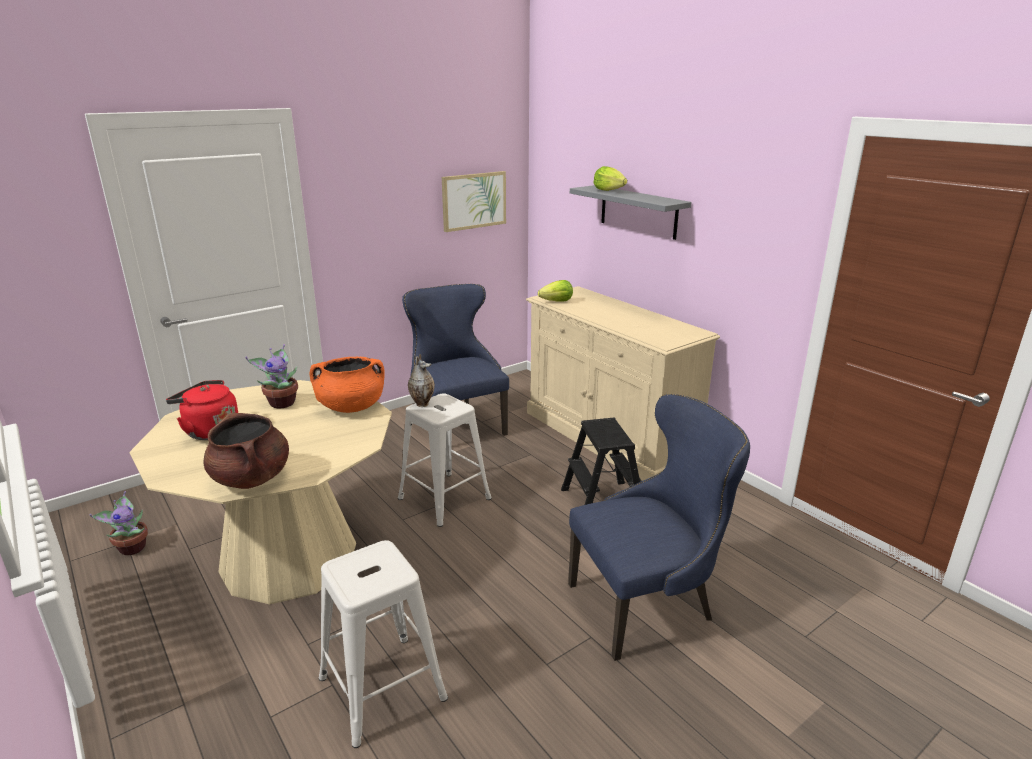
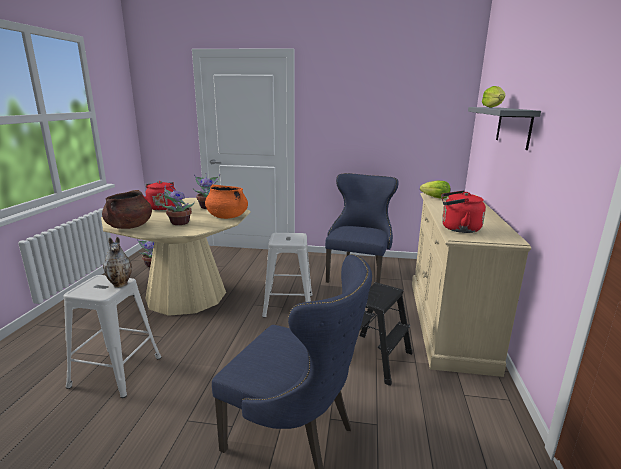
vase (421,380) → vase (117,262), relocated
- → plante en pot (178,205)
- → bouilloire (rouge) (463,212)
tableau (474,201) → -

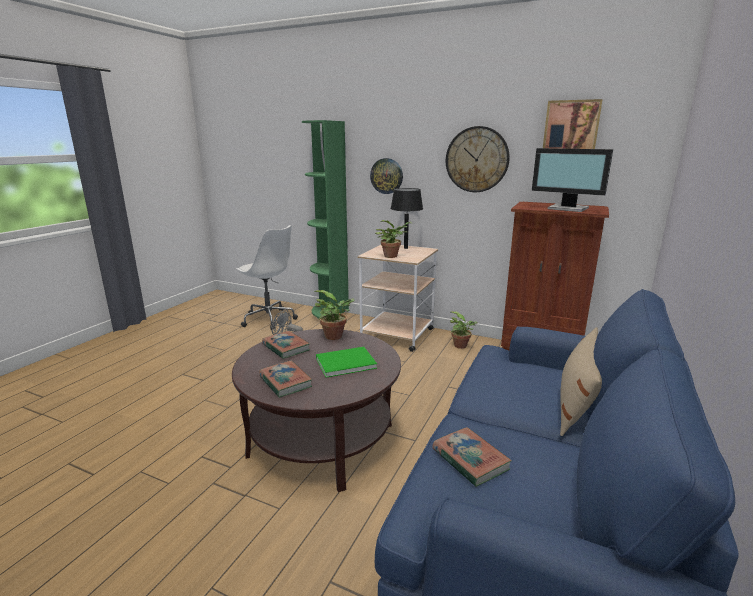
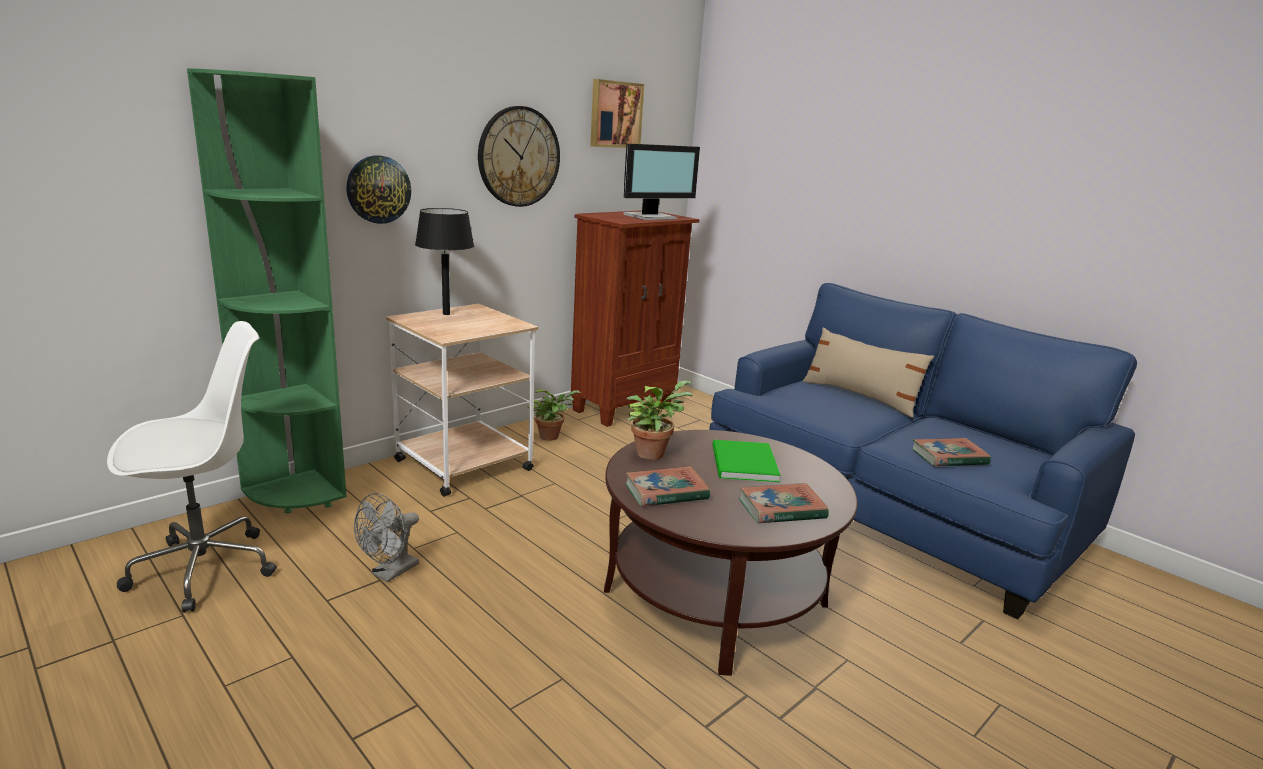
plante en pot (393,239) → -

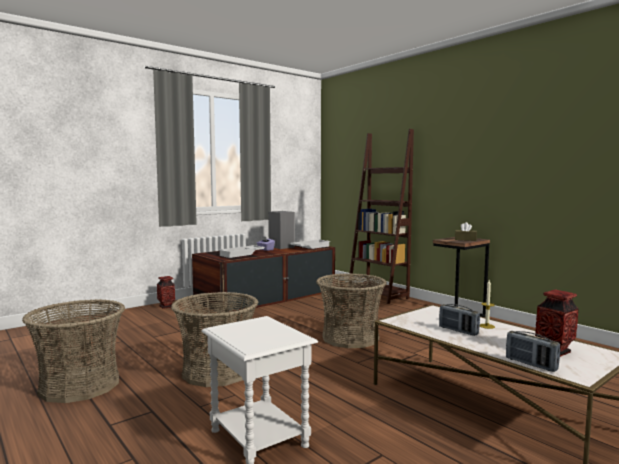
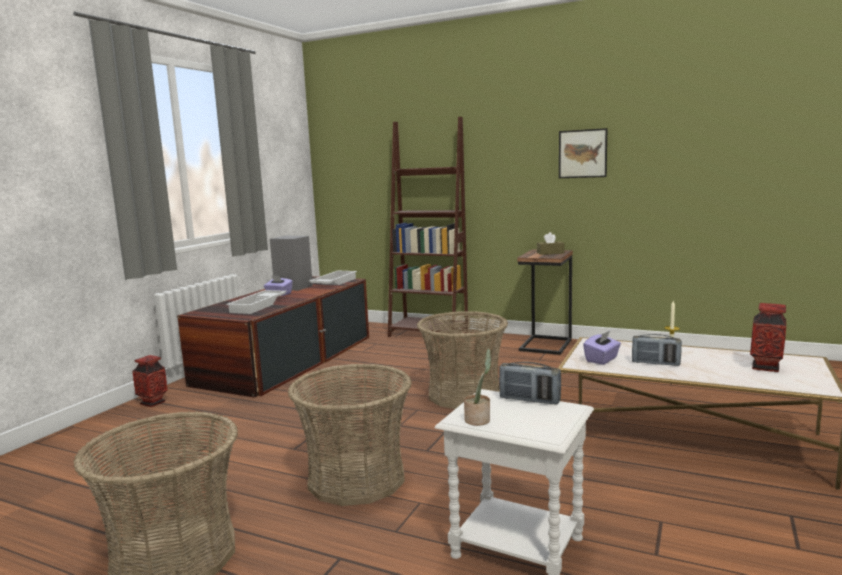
- → plante en pot (477,387)
radio (533,351) → radio (530,383), relocated
- → tableau (583,153)
- → boîte à mouchoirs (violet) (602,347)

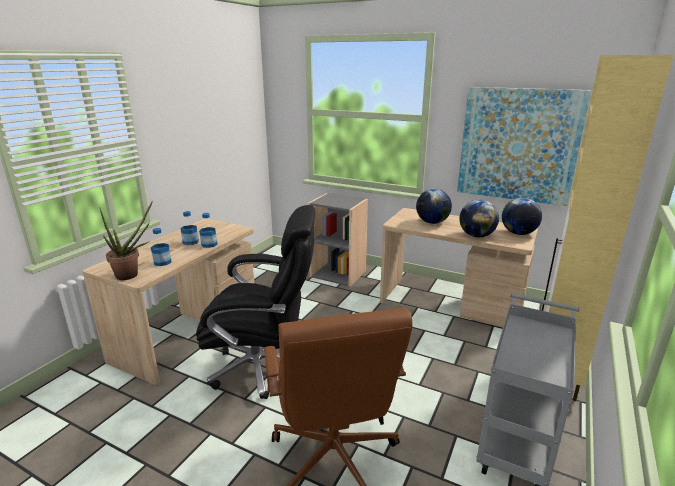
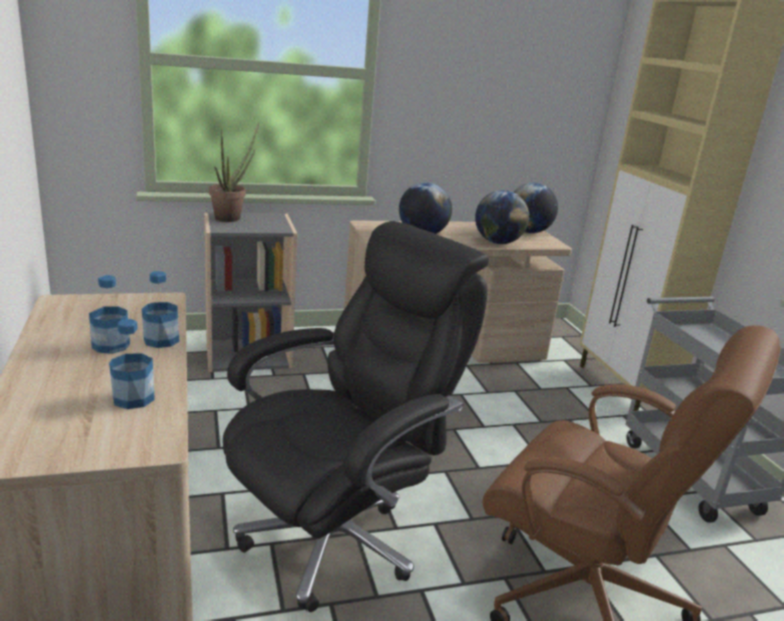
plante en pot (126,240) → plante en pot (234,172), relocated
tableau (524,146) → -

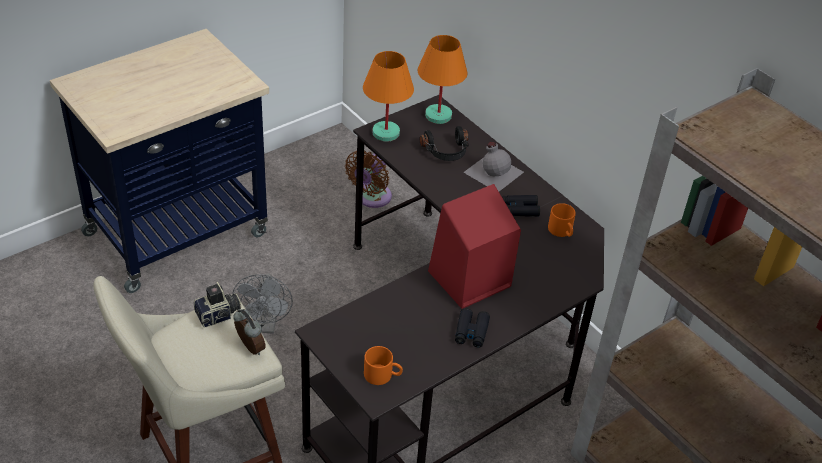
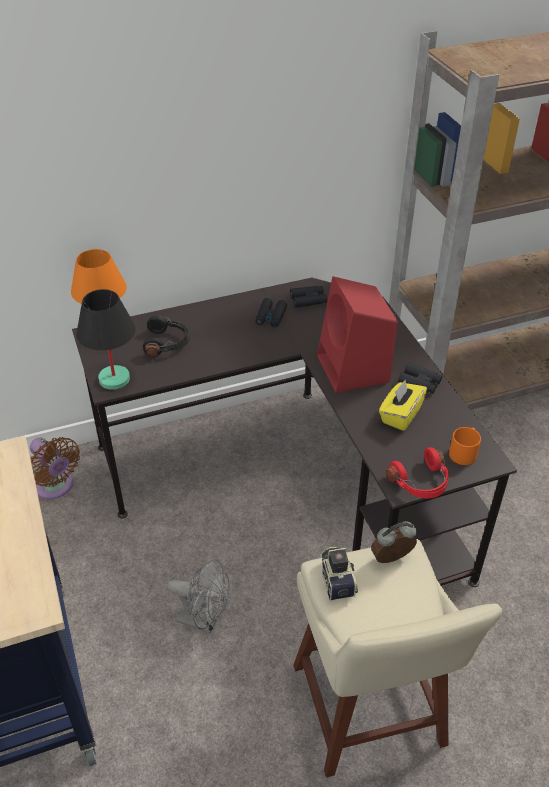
lampe de table (orange) (388,96) → lampe de table (noir) (106,339)
mug (orange) (562,220) → jumelles (noir) (308,297)
- → boîte à mouchoirs (jaune) (403,405)
- → casque audio (rouge) (417,472)
bouteille (gris) (493,166) → -

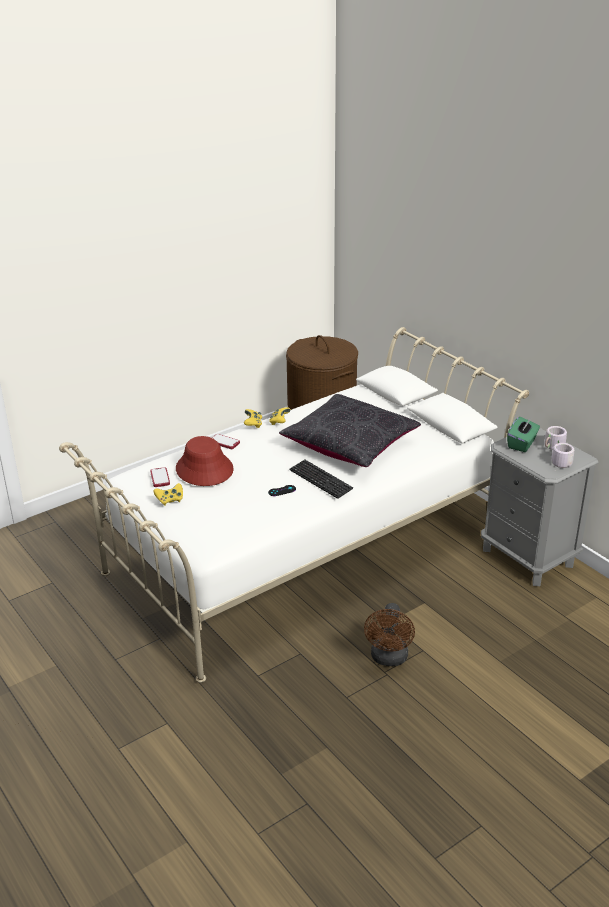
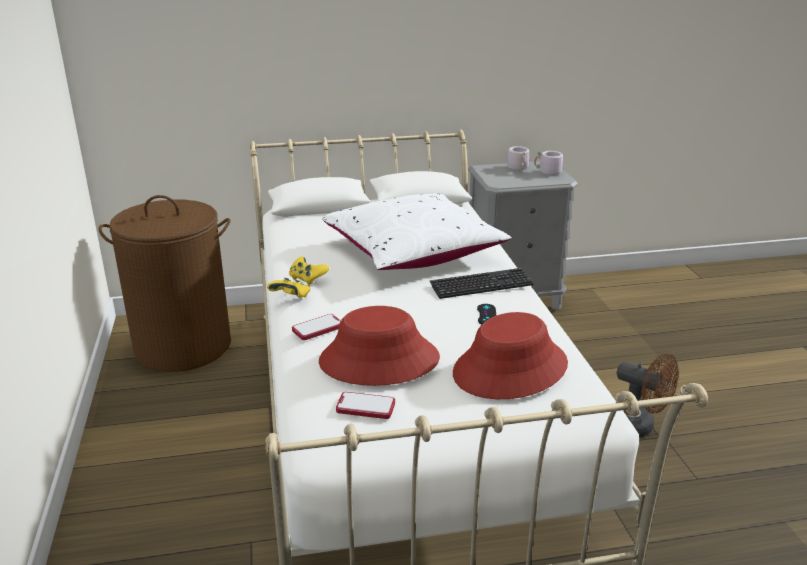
coussin (noir) (350,430) → coussin (blanc) (417,231)
- → chapeau (rouge) (510,355)
manette (jaune) (168,494) → -
boîte à mouchoirs (vert) (523,434) → -

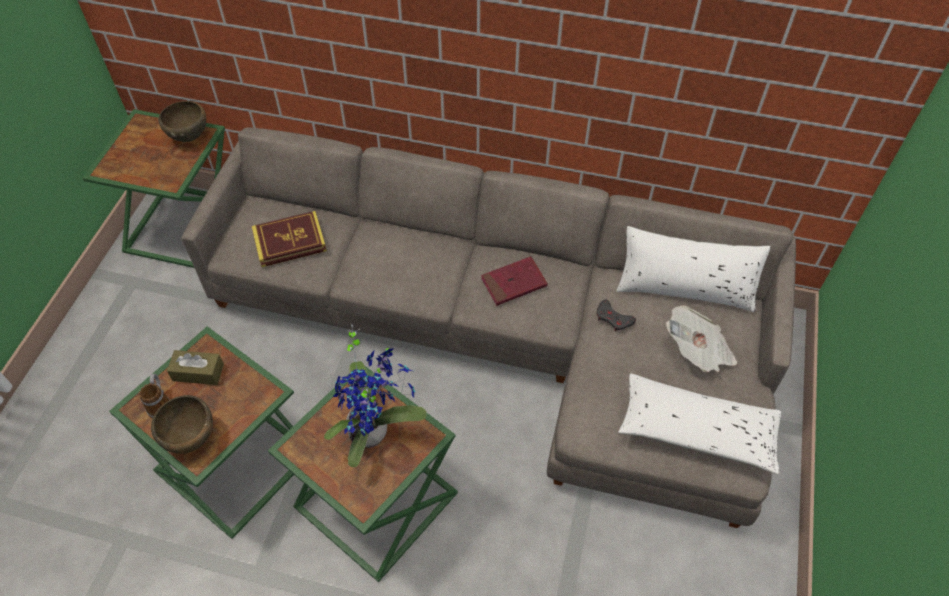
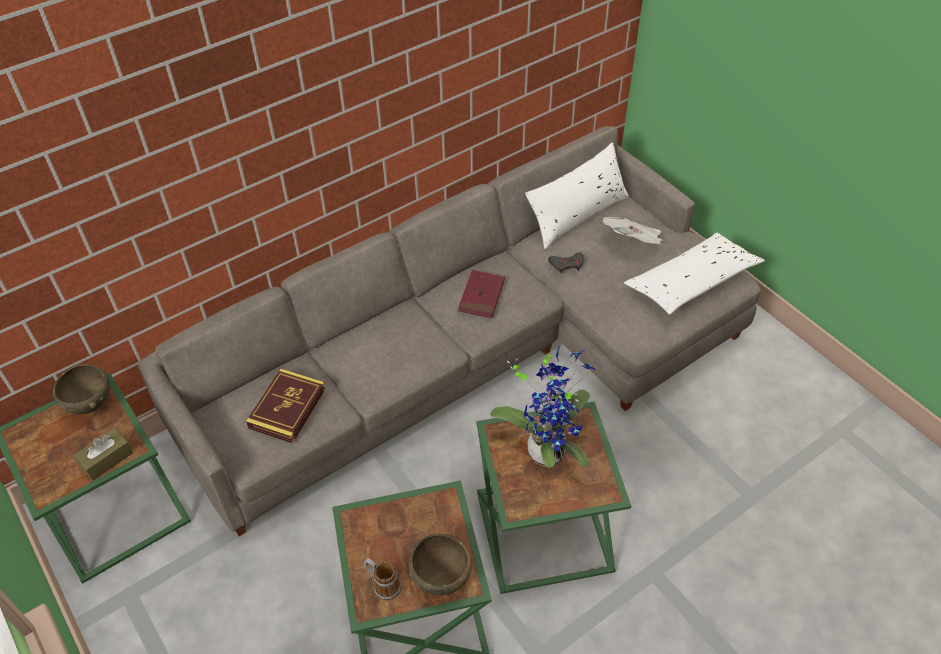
boîte à mouchoirs (marron) (195,367) → boîte à mouchoirs (marron) (103,454), relocated

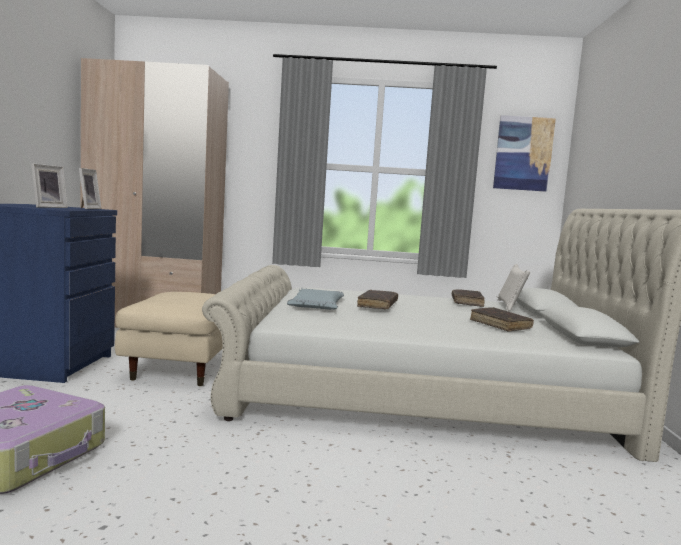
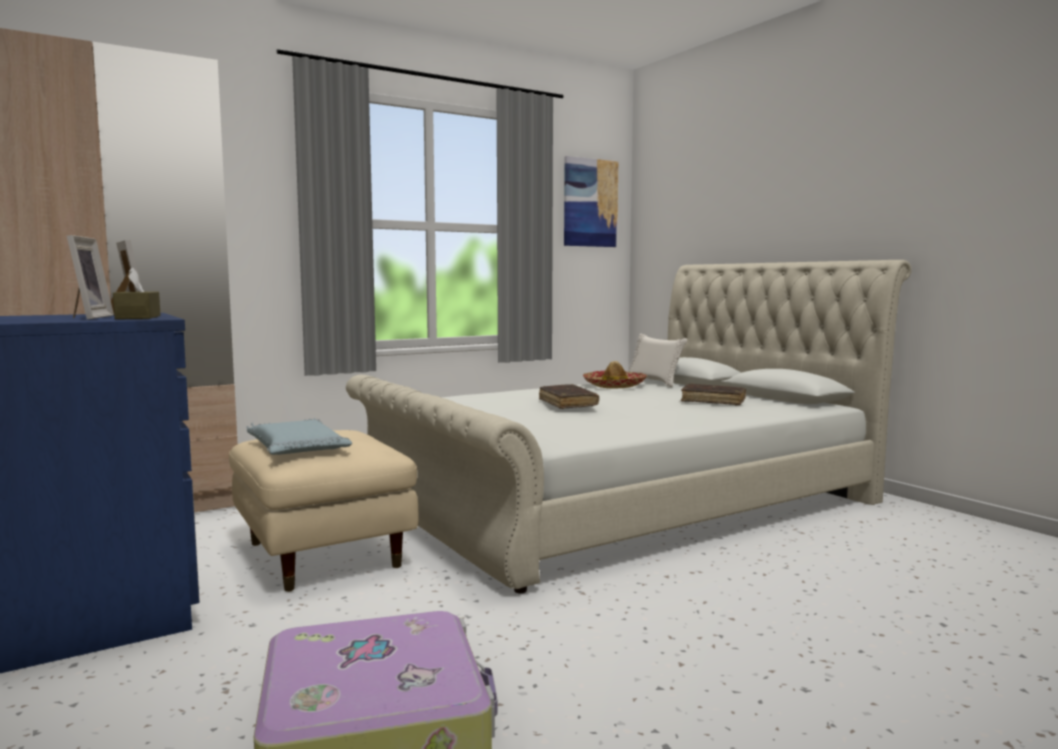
- → boîte à mouchoirs (marron) (137,293)
coussin (bleu) (315,298) → coussin (bleu) (299,437), relocated
livre (marron) (468,298) → chapeau (615,374)

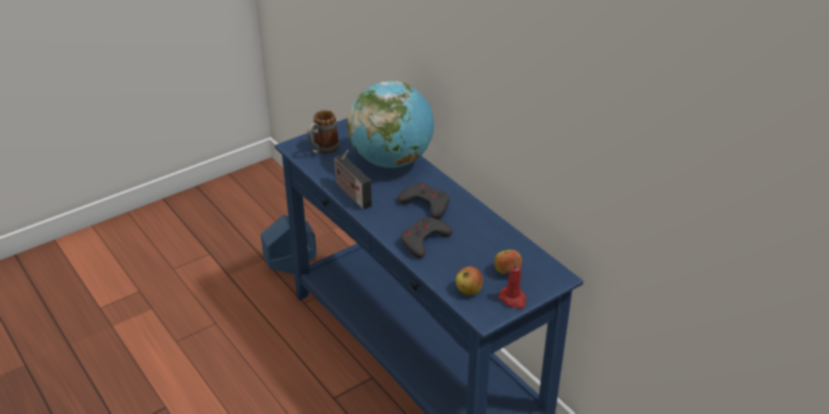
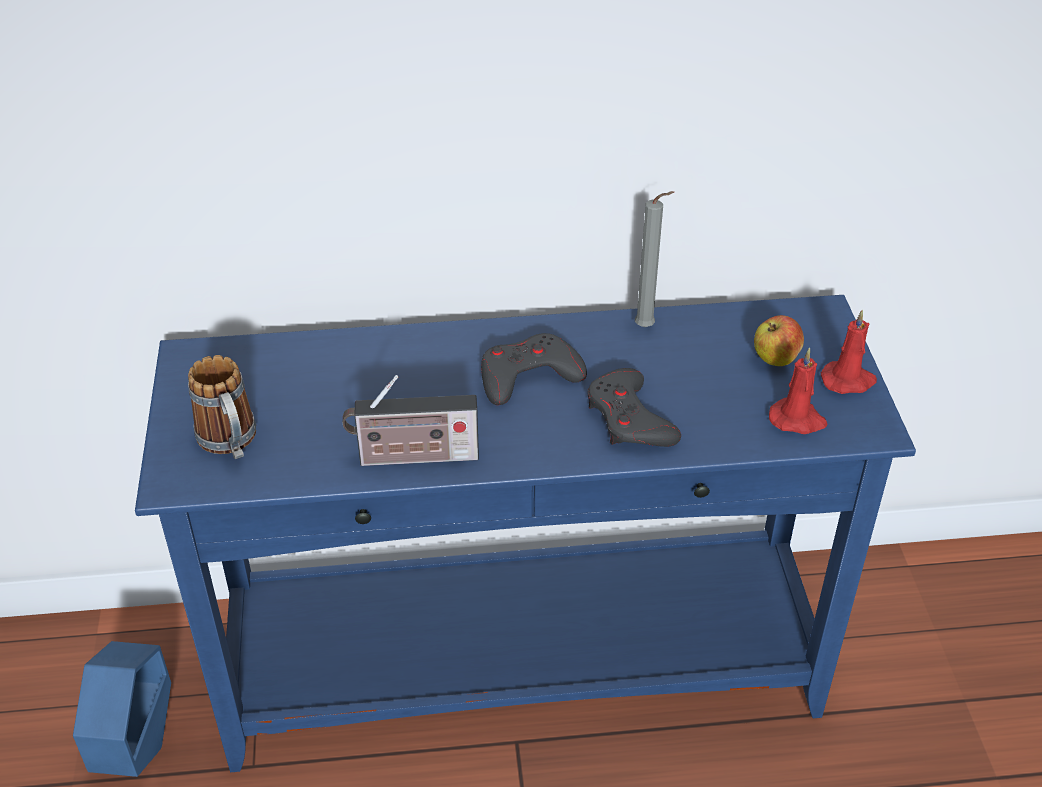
- → bougie (gris) (654,259)
pomme (469,280) → bougie (rouge) (798,391)
globe (390,124) → -

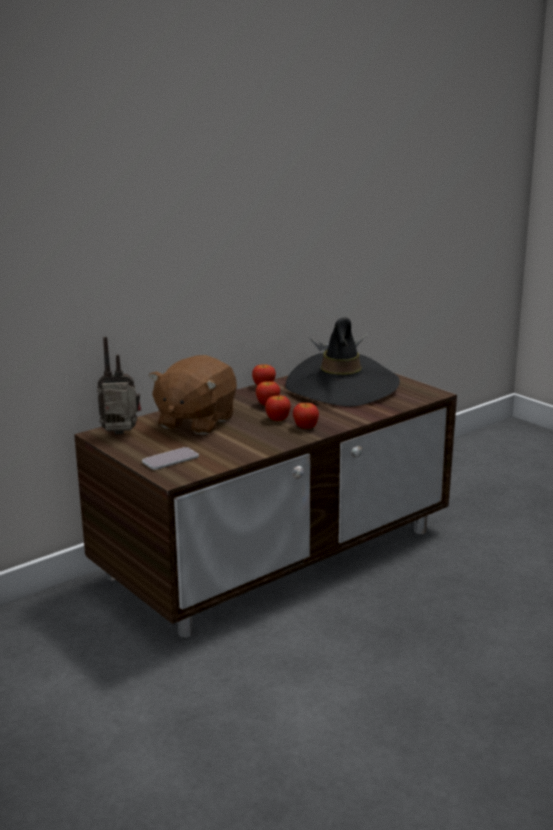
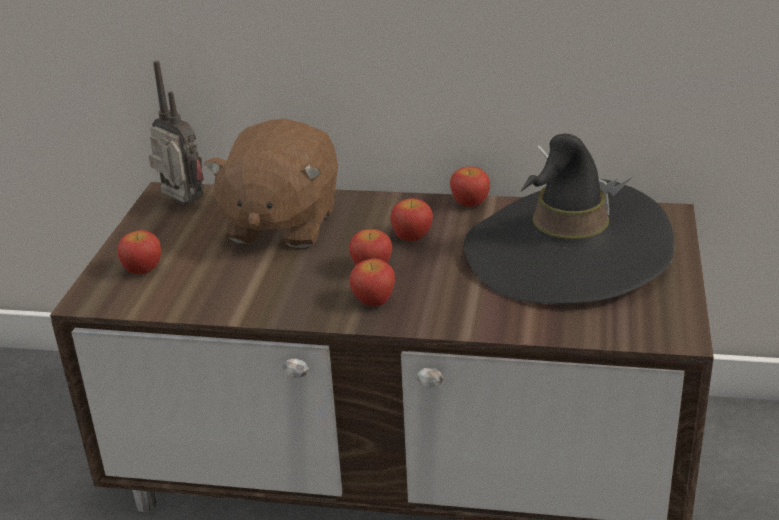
téléphone (170,458) → pomme (139,252)
peluche (marron) (193,395) → peluche (marron) (271,183), 60 degrees counterclockwise

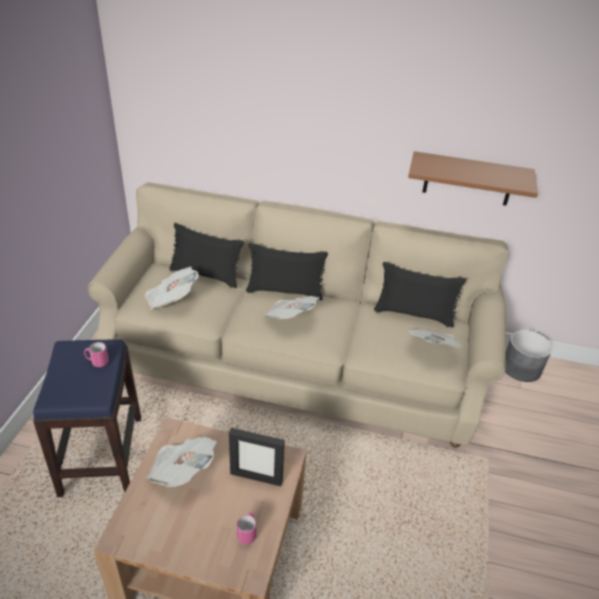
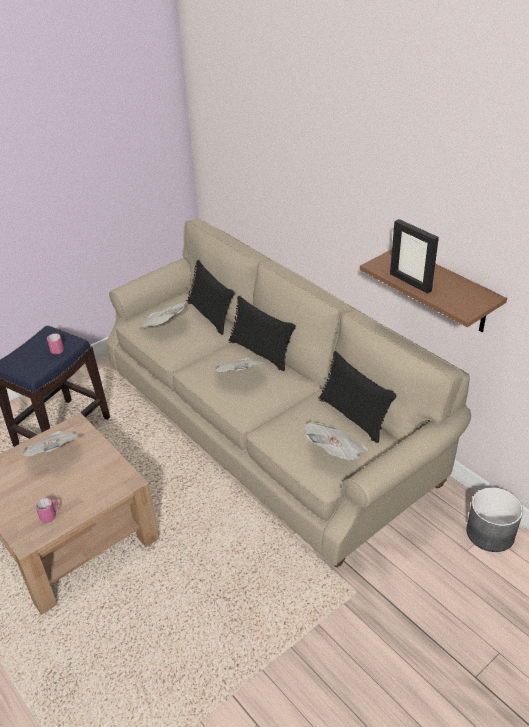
cadre photo (257,457) → cadre photo (414,256), relocated

